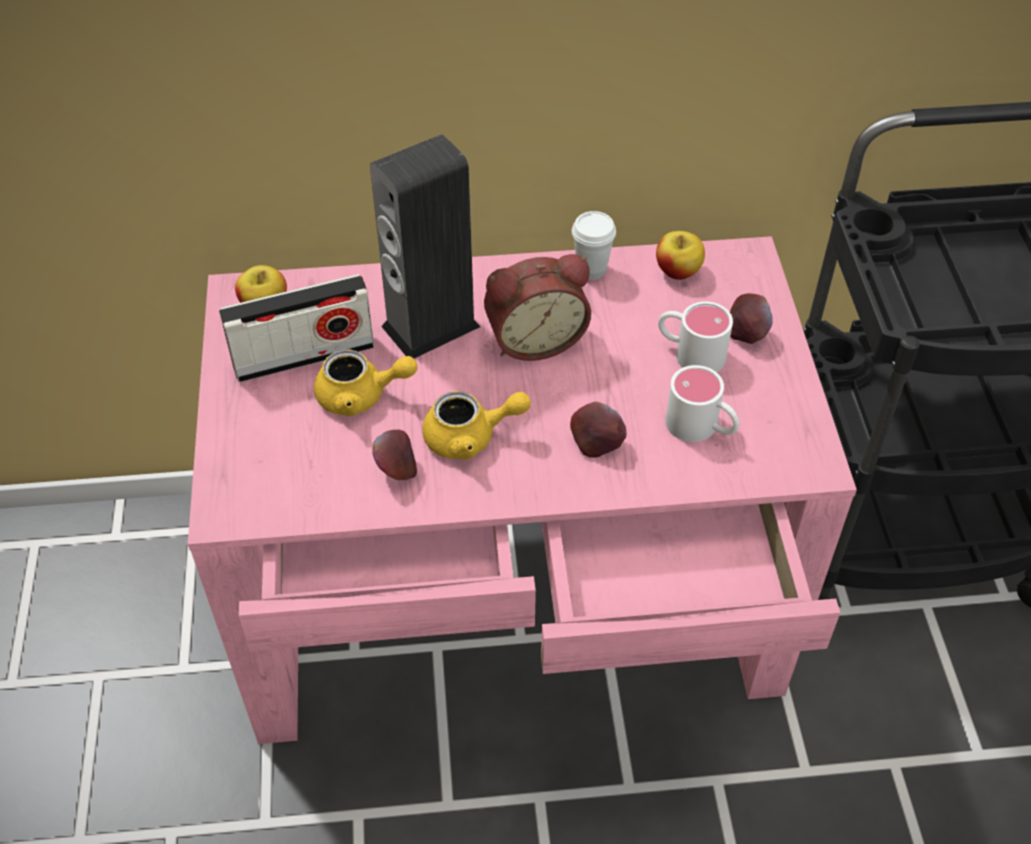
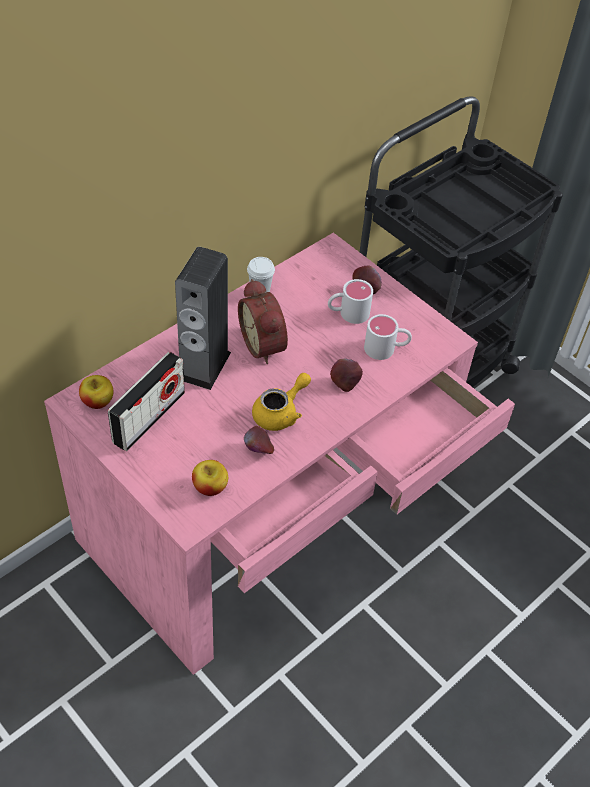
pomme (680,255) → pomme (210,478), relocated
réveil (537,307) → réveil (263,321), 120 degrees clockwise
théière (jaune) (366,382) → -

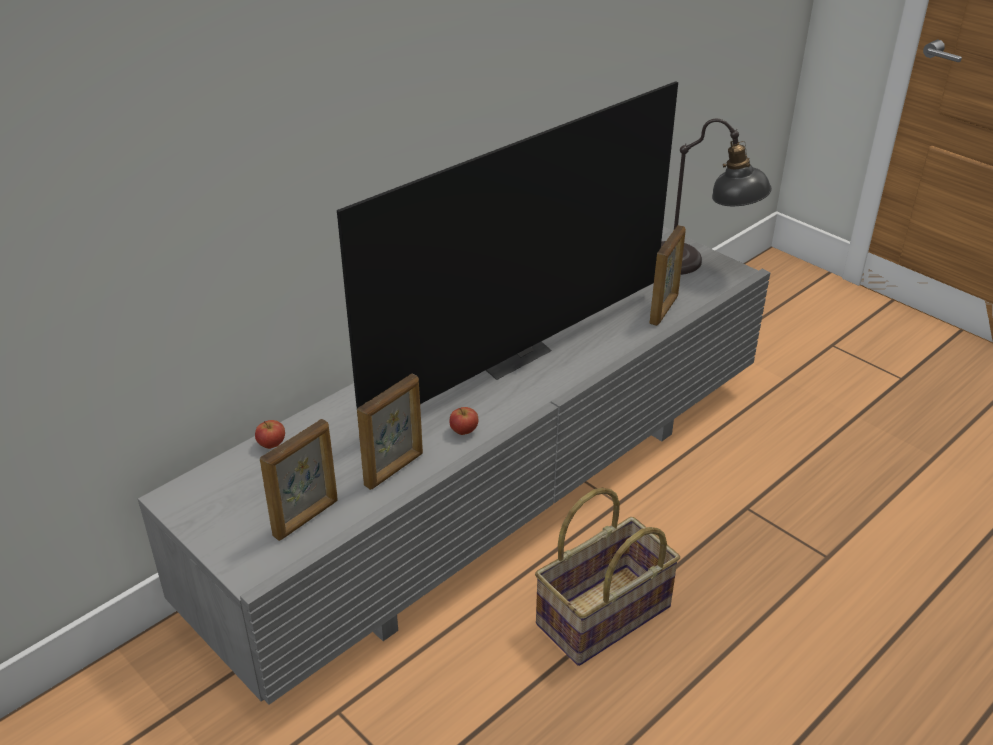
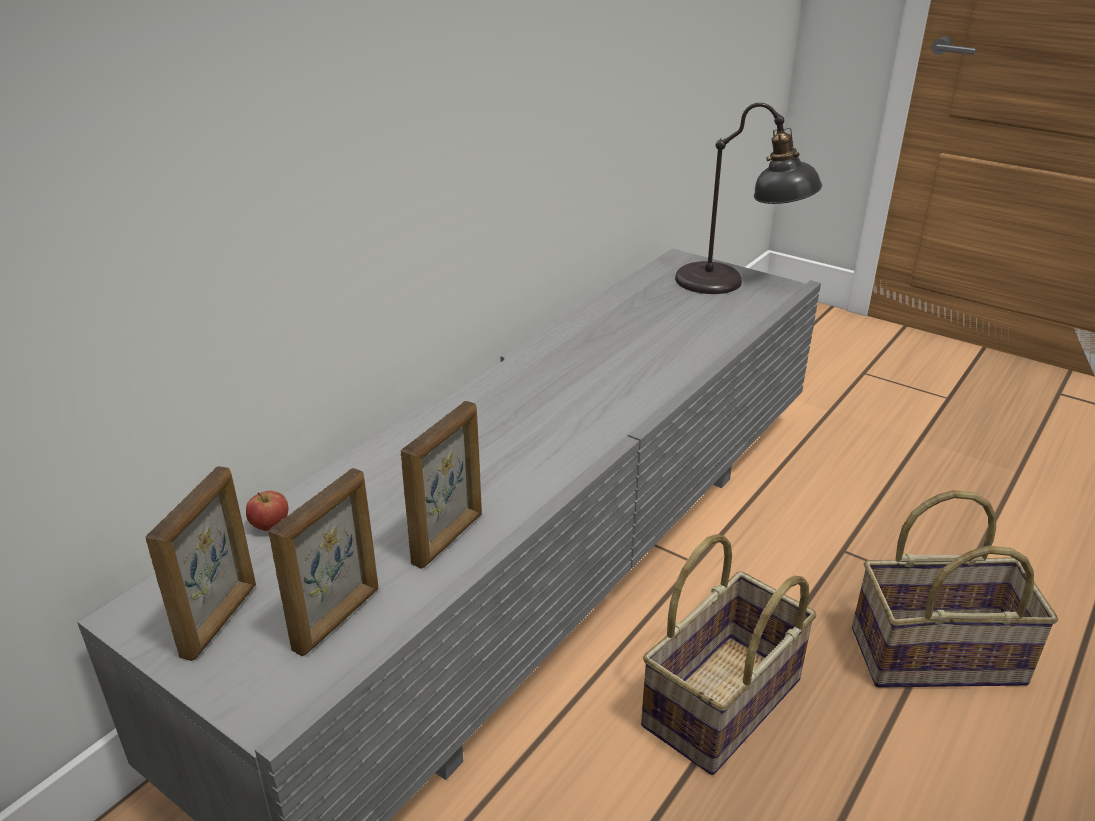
cadre photo (667,275) → cadre photo (201,563), relocated
- → panier (955,589)
téléviseur (507,249) → -
pomme (463,421) → -

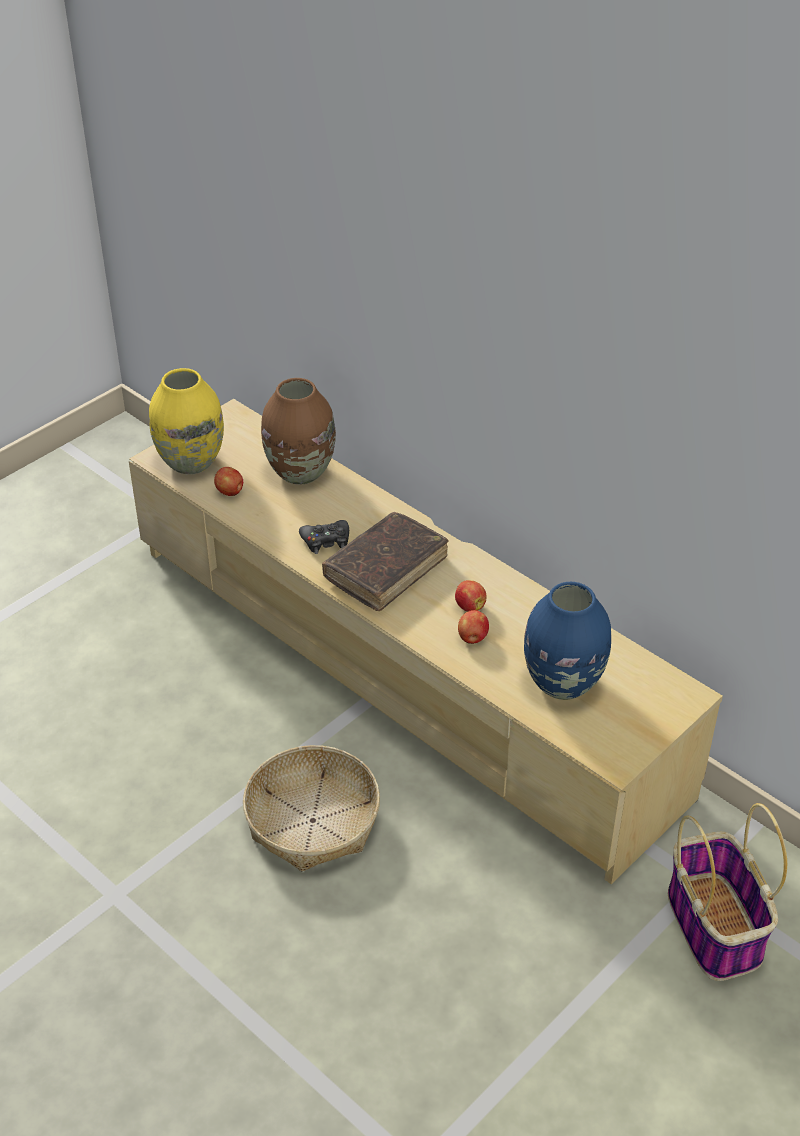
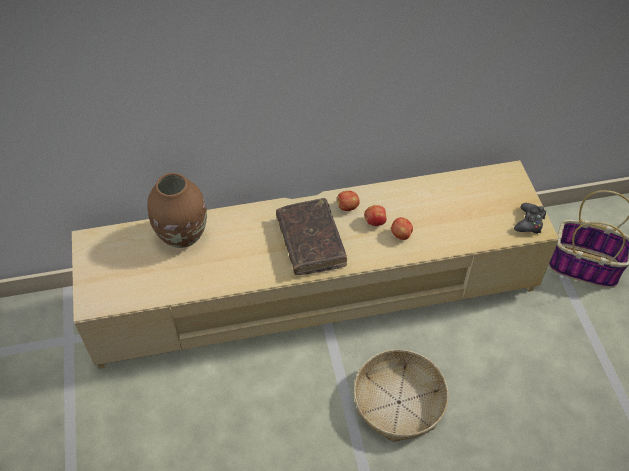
pomme (228,481) → pomme (348,201), relocated
manette (noir) (324,537) → manette (noir) (530,218), relocated
vase (jaune) (186,421) → -
vase (bleu) (567,641) → -

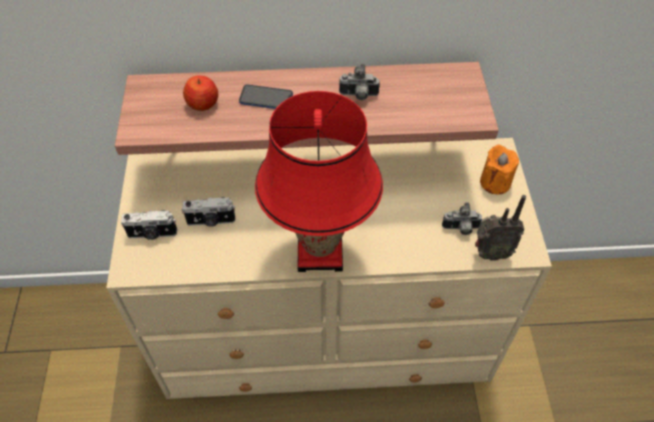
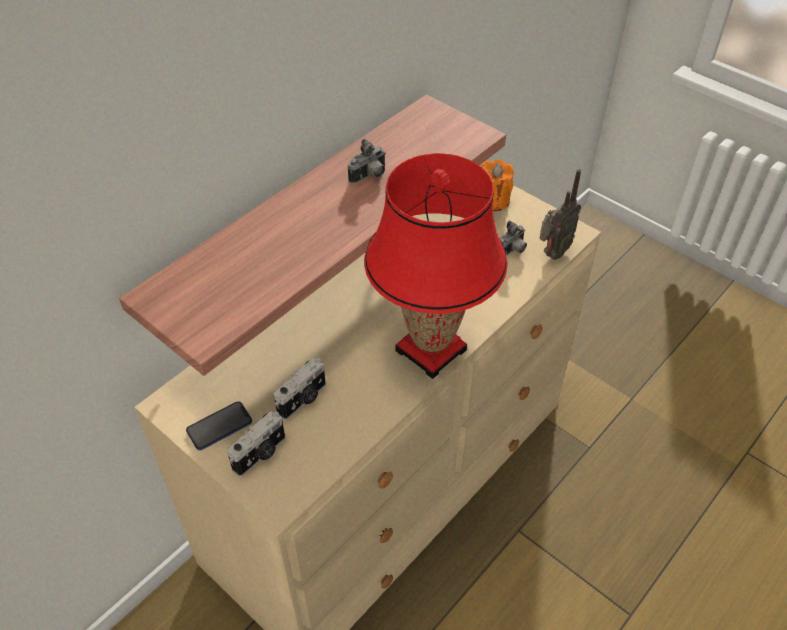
téléphone (266,96) → téléphone (219,425), relocated
pomme (200,93) → -

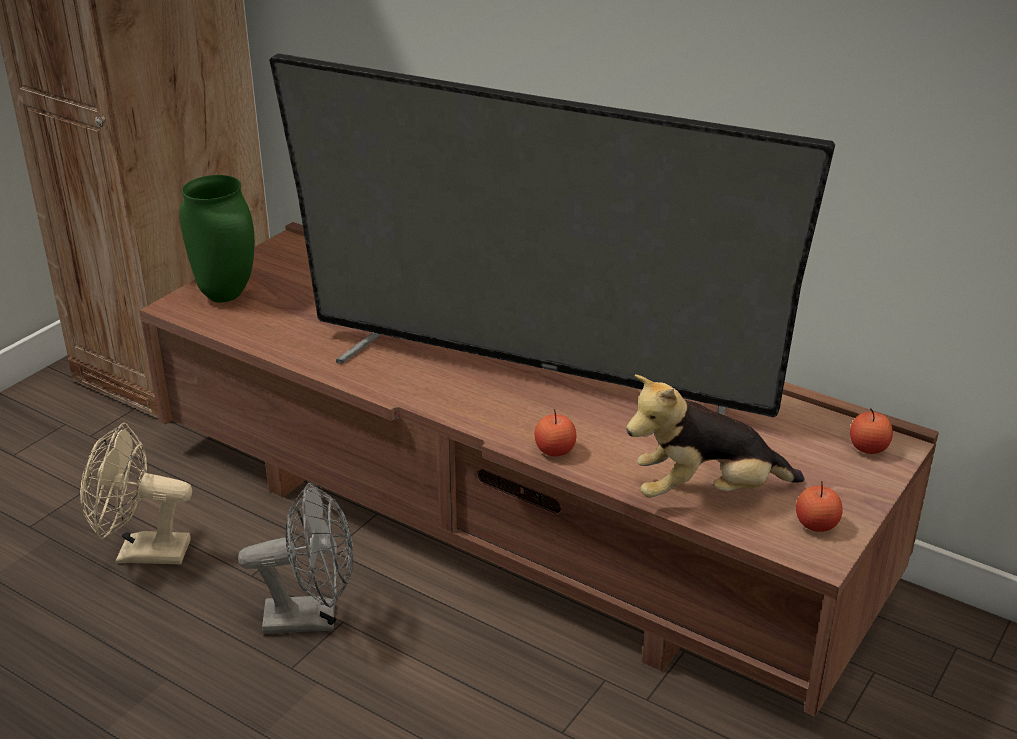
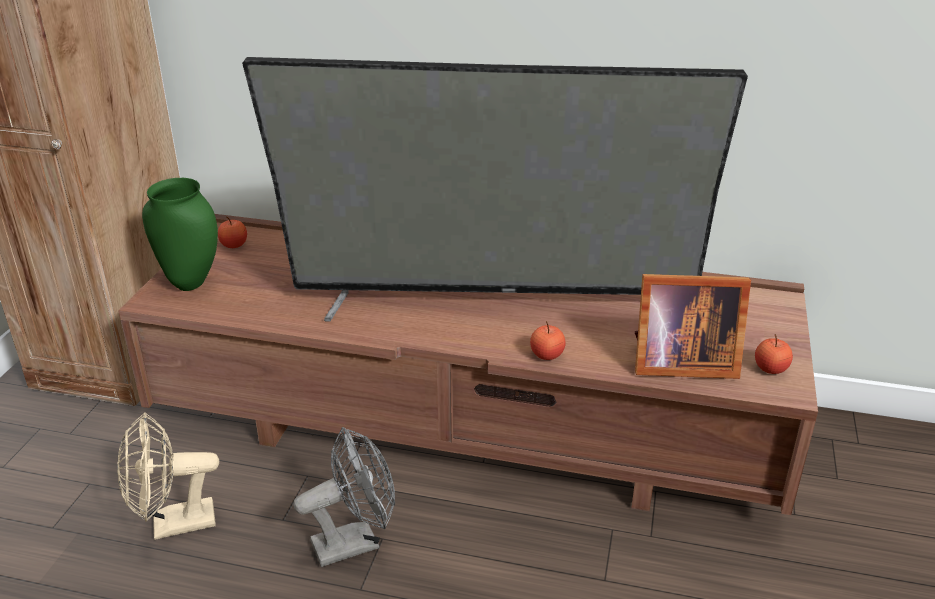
pomme (871,431) → pomme (232,232), relocated
peluche (715,436) → cadre photo (693,326)

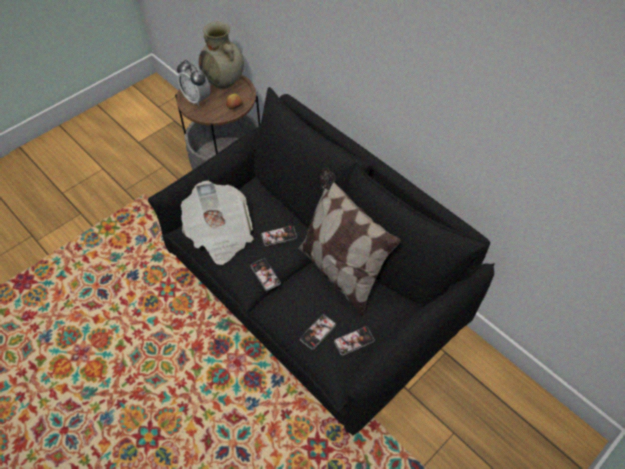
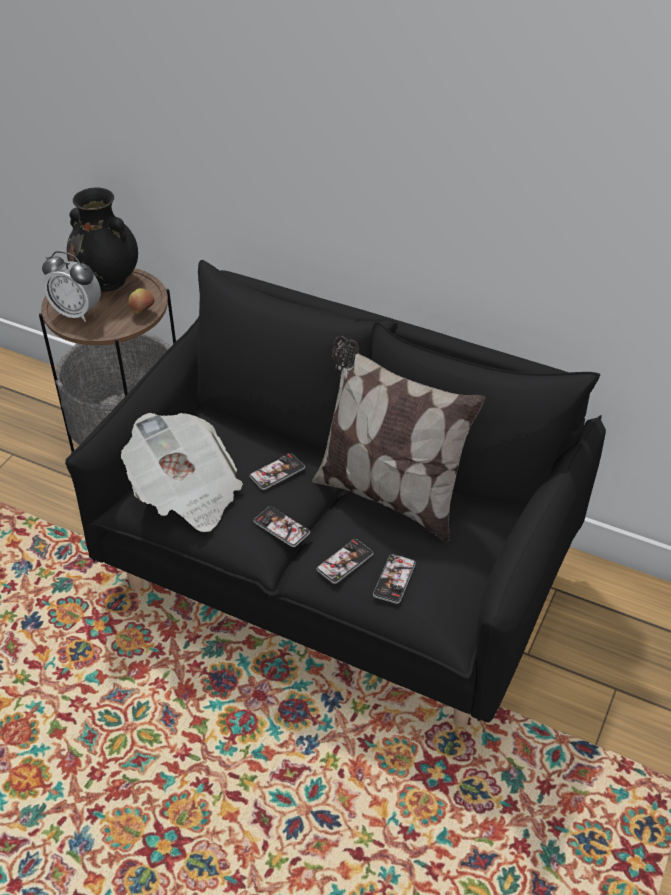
vase (beige) (221,55) → vase (noir) (102,239)
téléphone (354,341) → téléphone (345,561), relocated

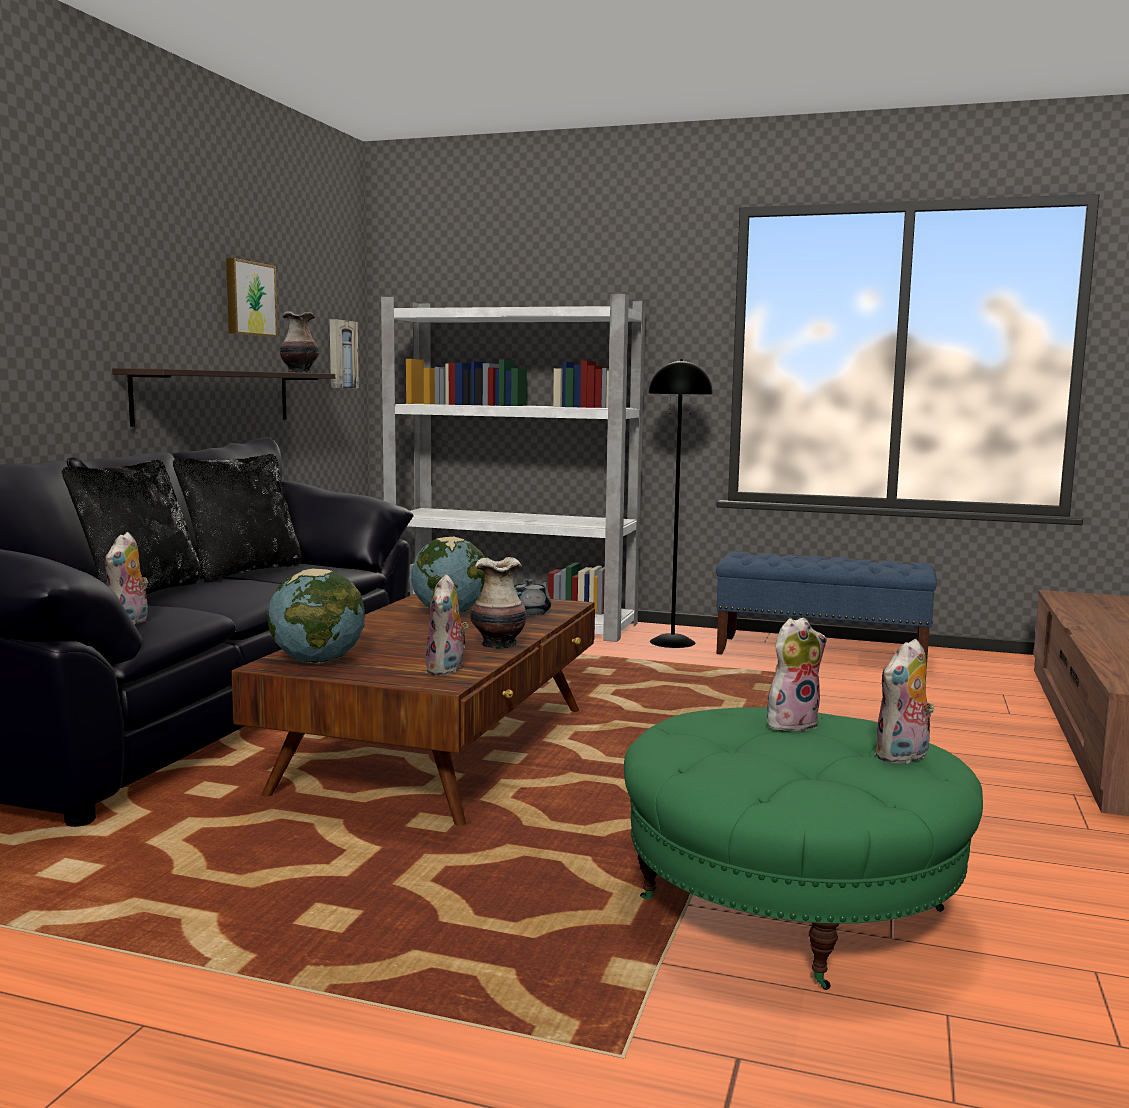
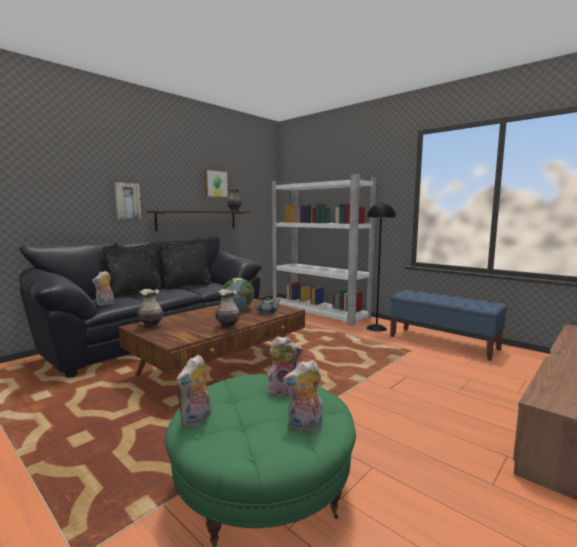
tableau (344,353) → tableau (128,200), relocated
globe (316,616) → vase (150,309)
peluche (447,625) → peluche (193,391), relocated

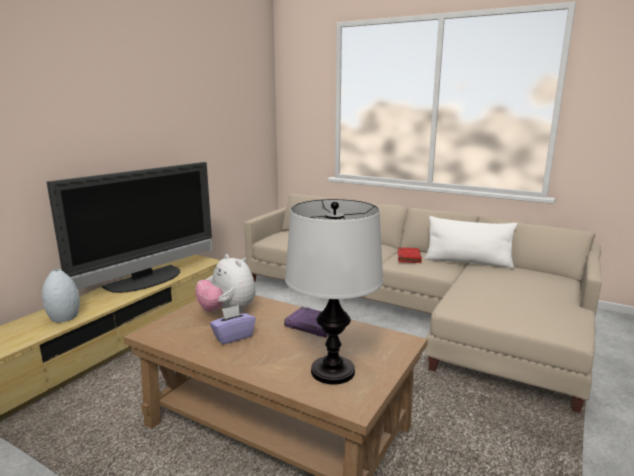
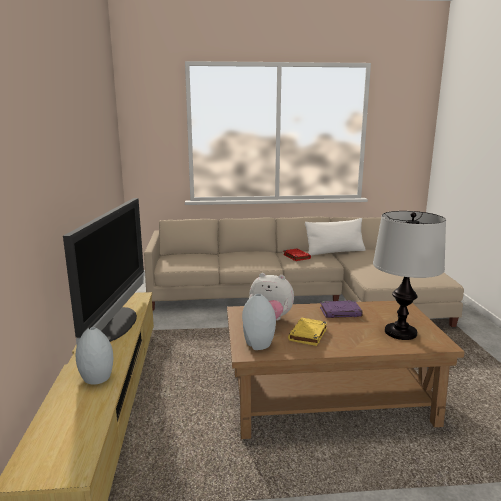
- → vase (gris) (259,322)
boîte à mouchoirs (violet) (233,325) → livre (jaune) (307,332)

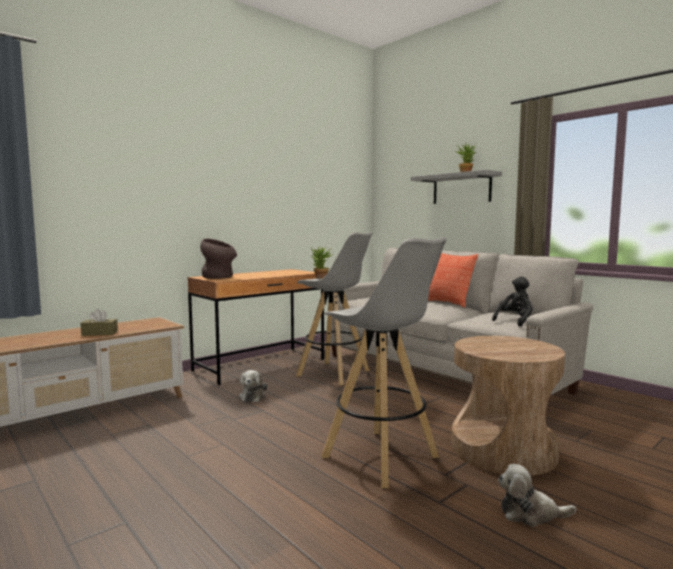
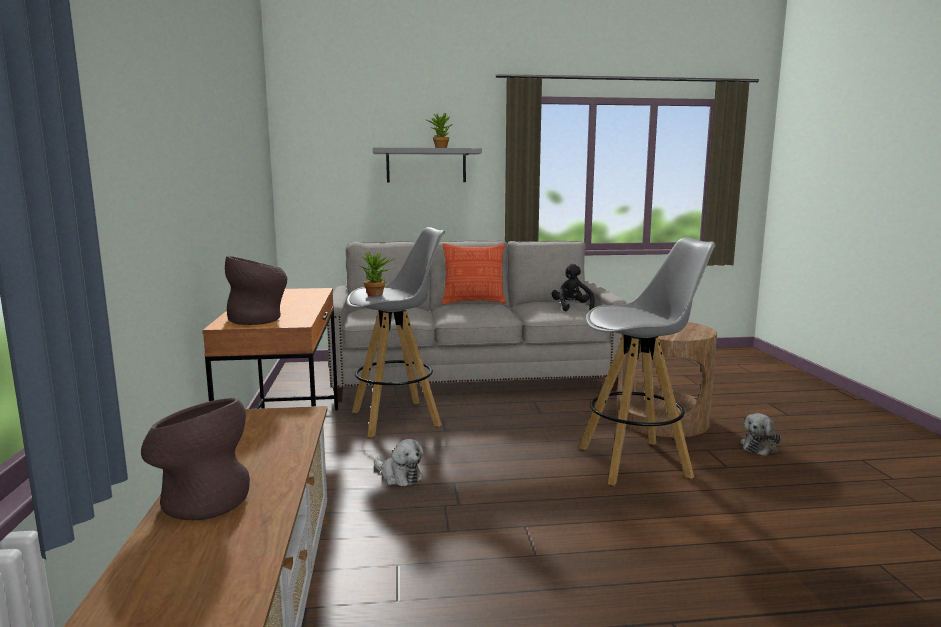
- → vase (marron) (195,459)
boîte à mouchoirs (marron) (99,322) → -

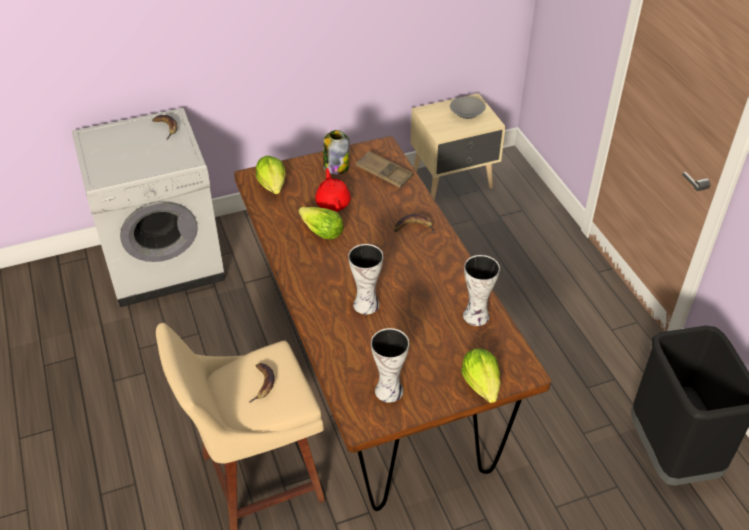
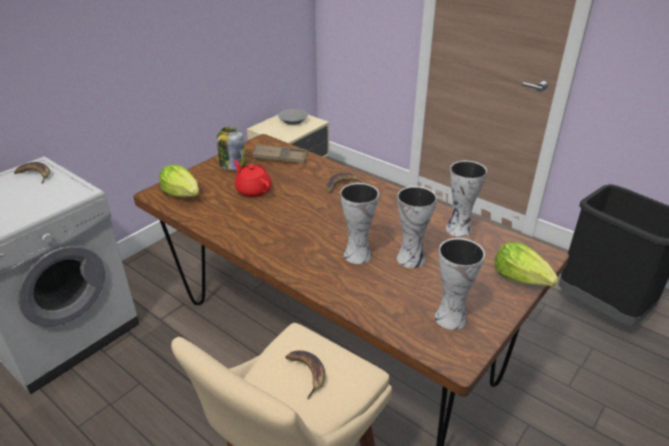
- → vase (417,227)
laitue (321,223) → -

